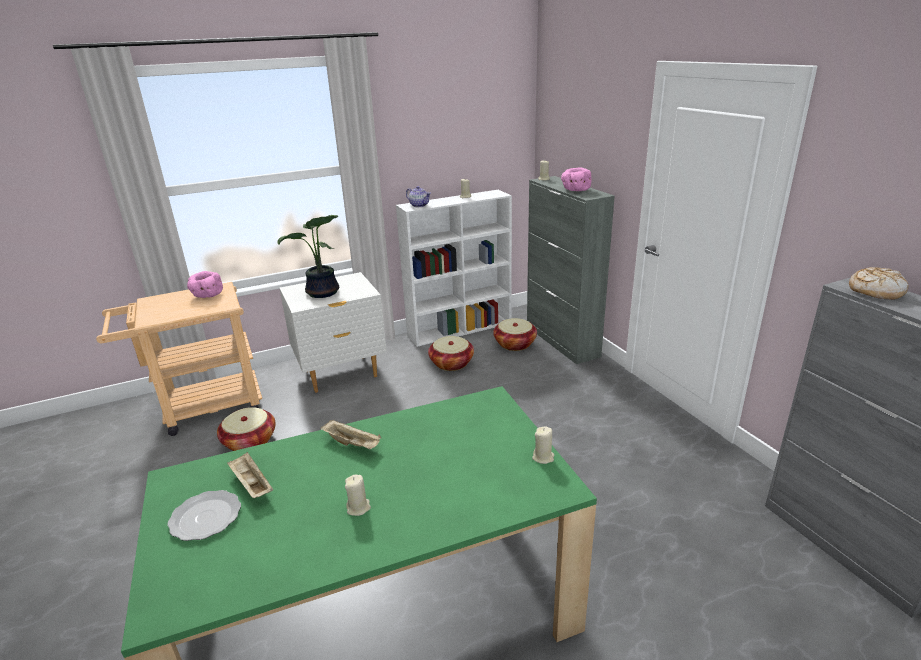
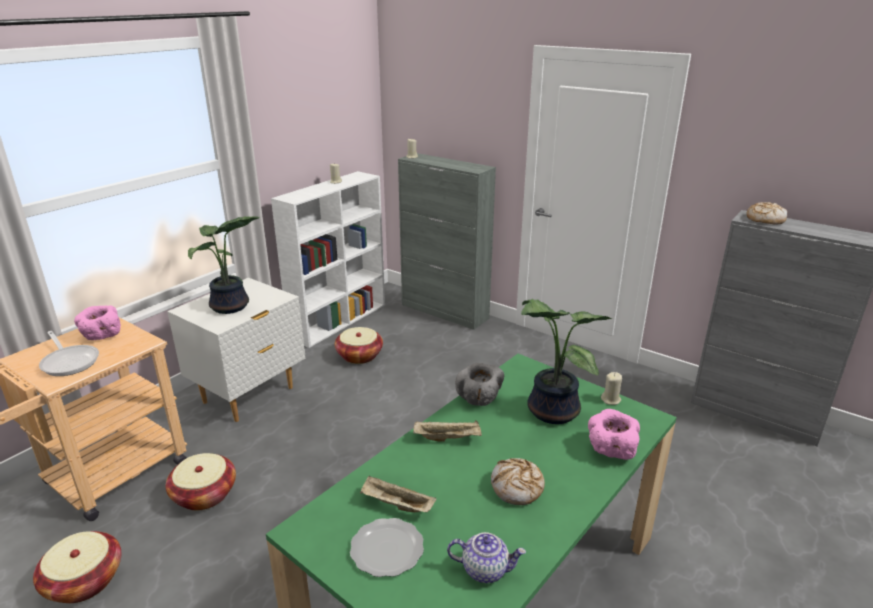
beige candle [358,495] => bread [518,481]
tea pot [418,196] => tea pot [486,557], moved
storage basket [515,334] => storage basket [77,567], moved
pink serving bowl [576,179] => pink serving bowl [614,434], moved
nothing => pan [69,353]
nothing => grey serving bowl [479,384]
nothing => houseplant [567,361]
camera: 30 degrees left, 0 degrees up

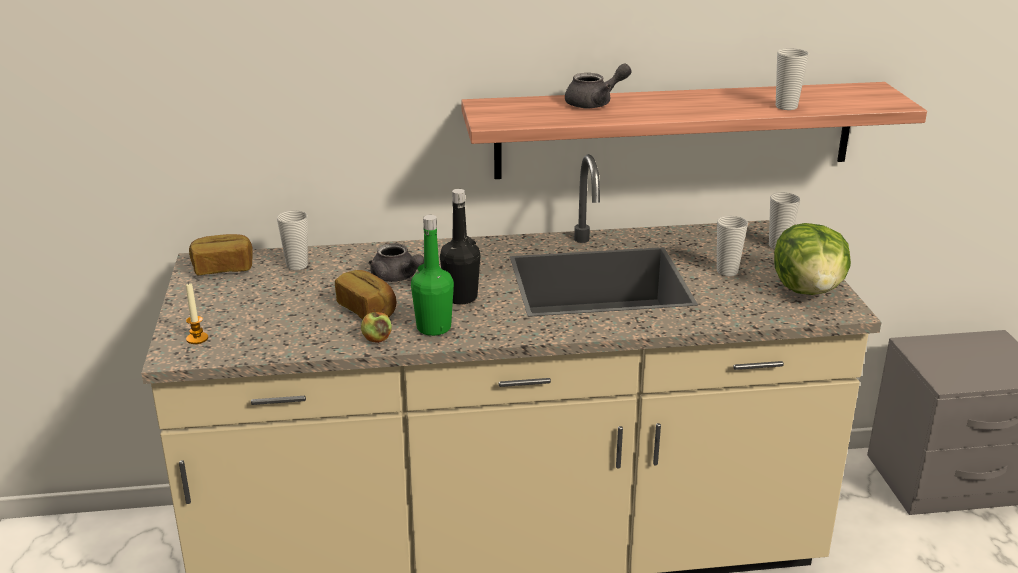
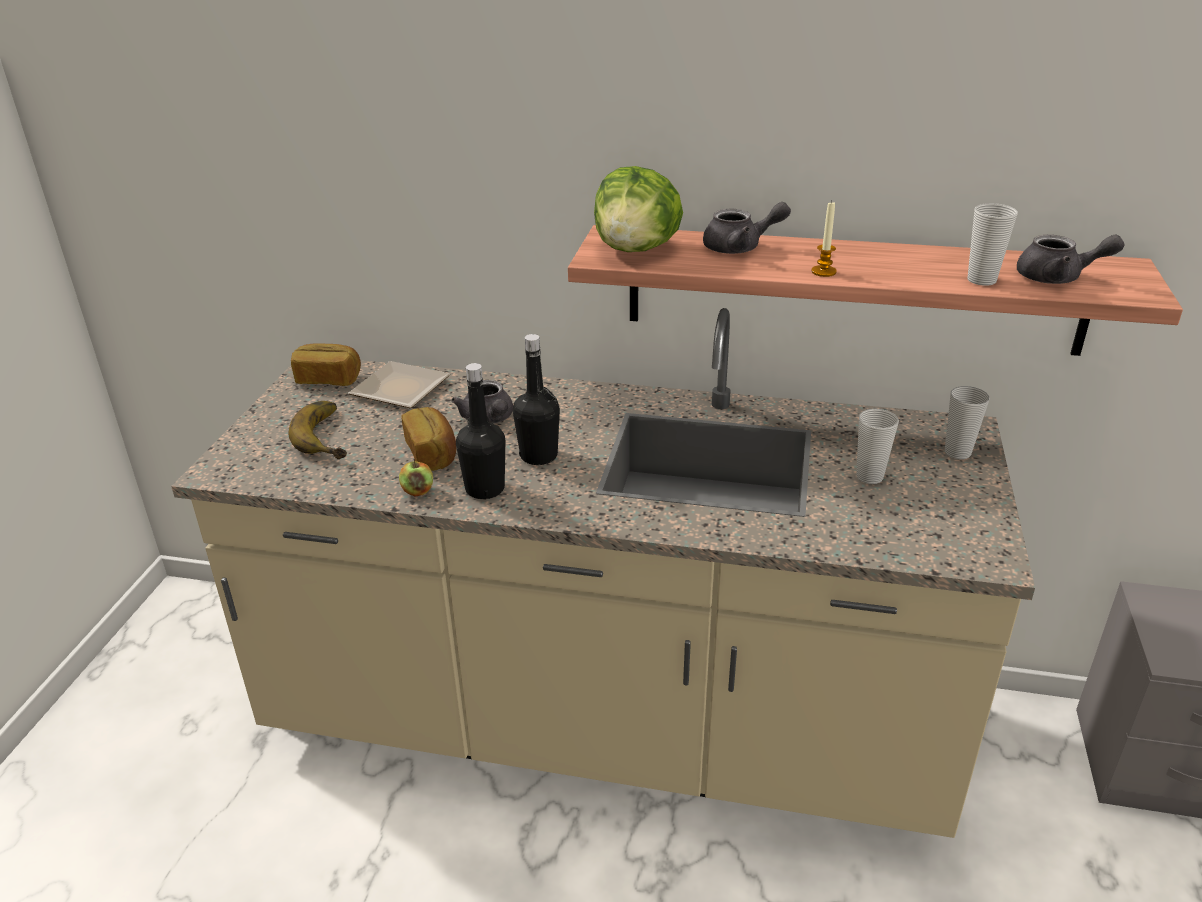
candle [197,313] => candle [824,239], moved
small cup [292,240] => dinner plate [399,384]
green beverage bottle [432,275] => black beverage bottle [480,431]
lettuce head [812,259] => lettuce head [638,209], moved
nothing => banana fruit [317,430]
nothing => grey tea pot [1071,259]
camera: 20 degrees right, 5 degrees up

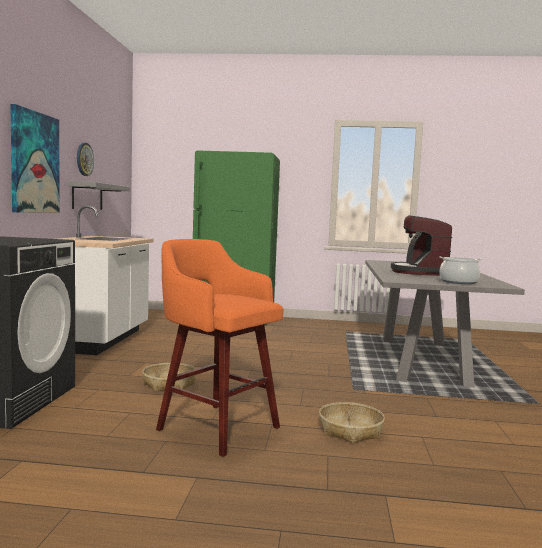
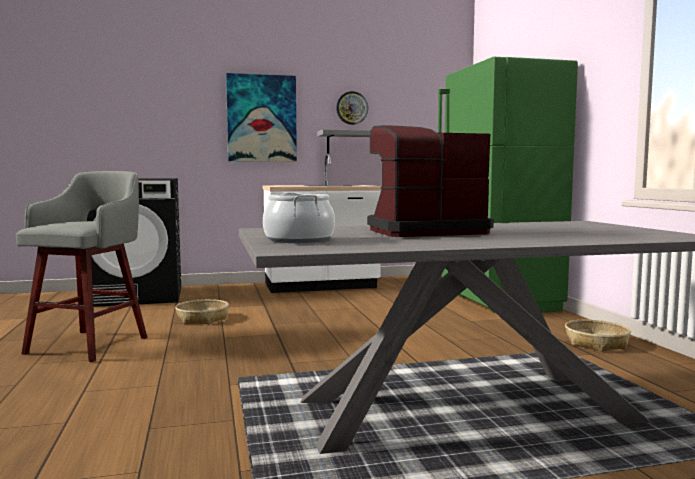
orangey stool [220,348] => grey stool [81,266]
storage basket [352,423] => storage basket [598,336], moved
camera: 70 degrees right, 0 degrees up

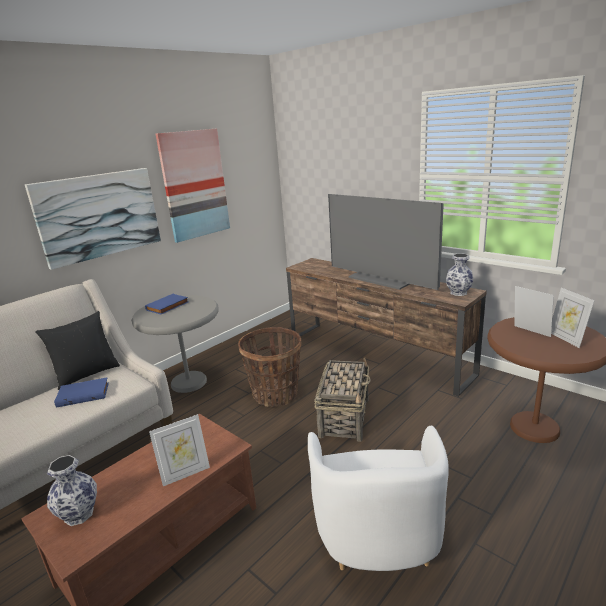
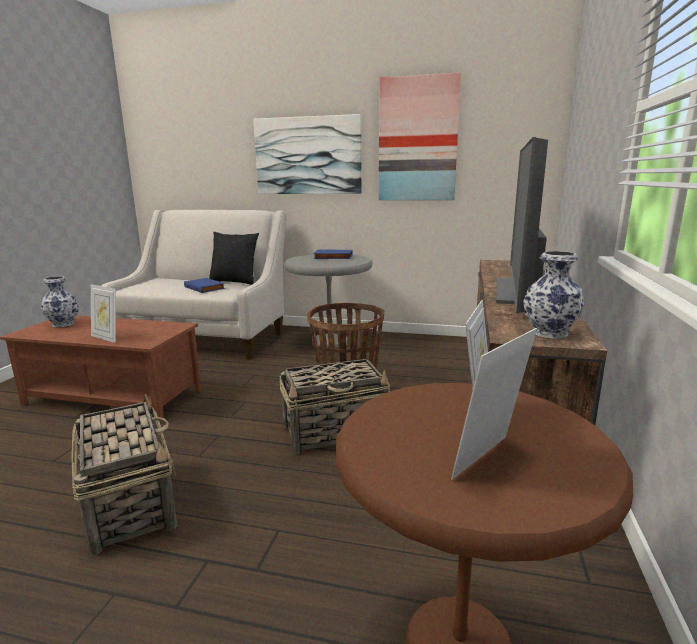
whitish armchair [378,498] => storage basket [124,475]
camera: 60 degrees right, 5 degrees down

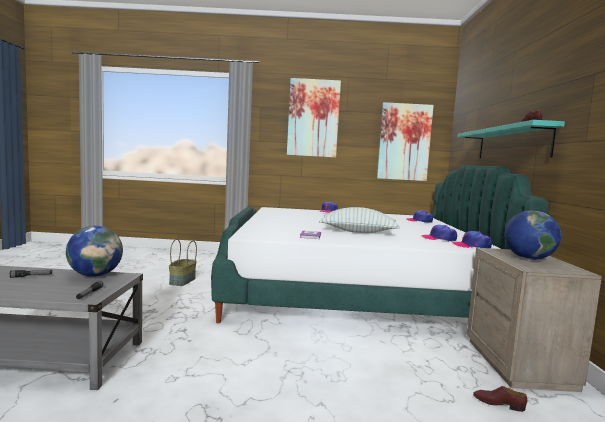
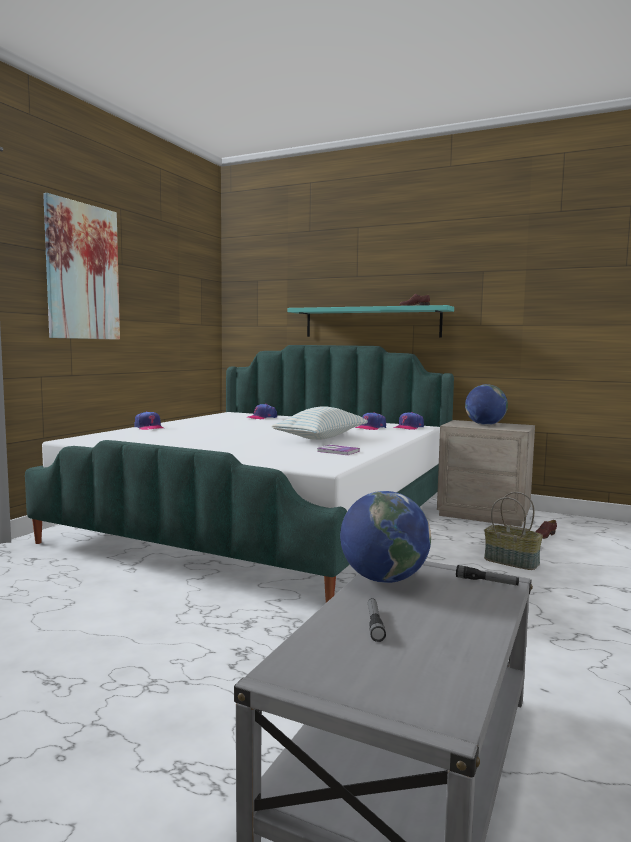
storage basket [183,262] => storage basket [513,531], moved
wall art [405,141] => nothing
camera: 65 degrees left, 0 degrees up

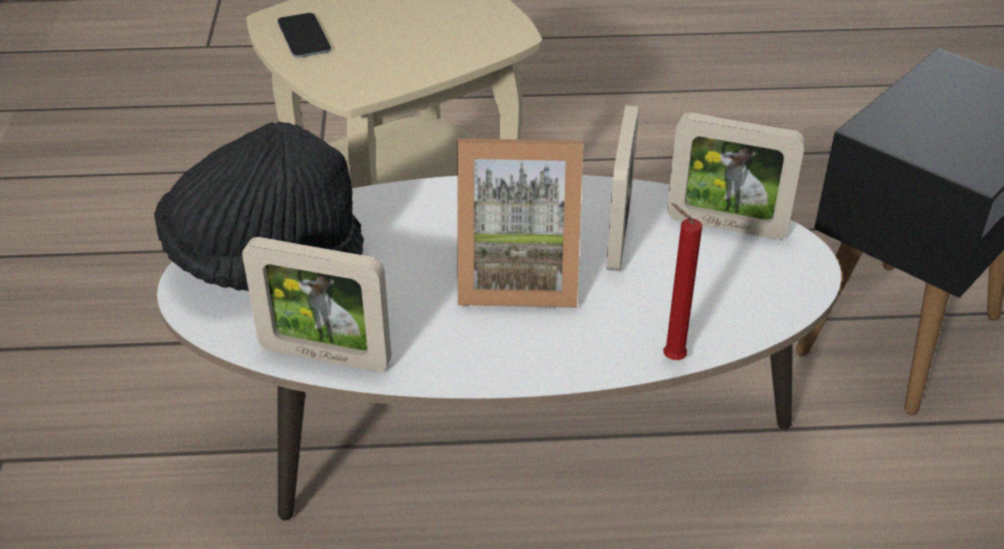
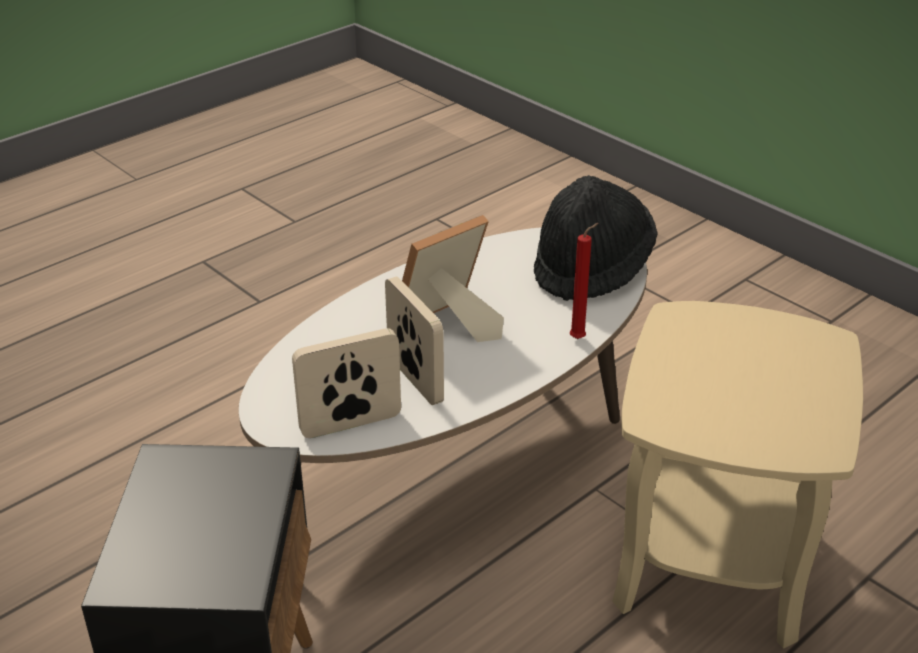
picture frame [316,304] => nothing
phone [304,35] => nothing
reddish candle [682,281] => reddish candle [584,281], moved
camera: 140 degrees right, 5 degrees down

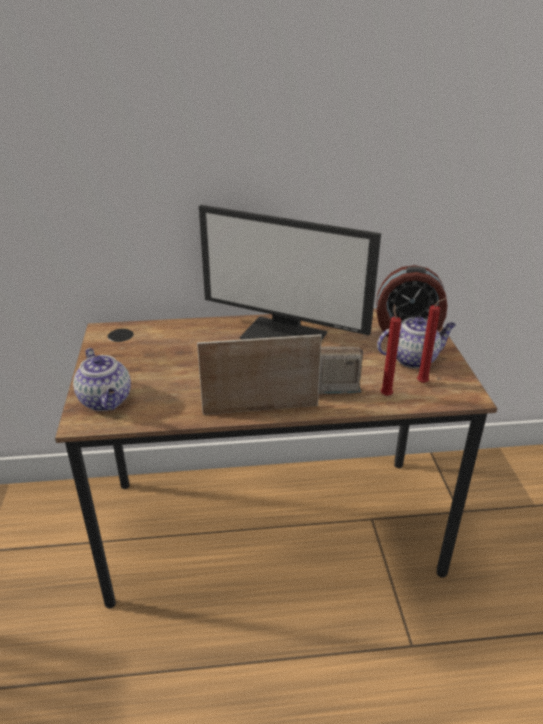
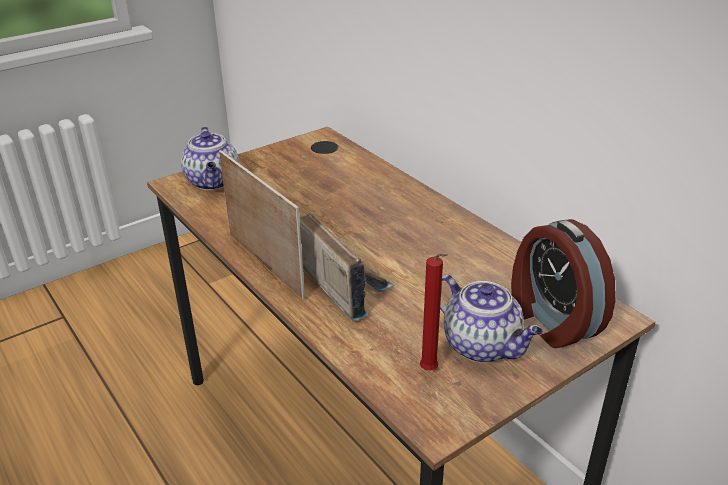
tea pot [102,379] => tea pot [210,158], 45 degrees counterclockwise
computer screen [290,273] => nothing
reddish candle [391,350] => nothing
camera: 60 degrees right, 0 degrees up

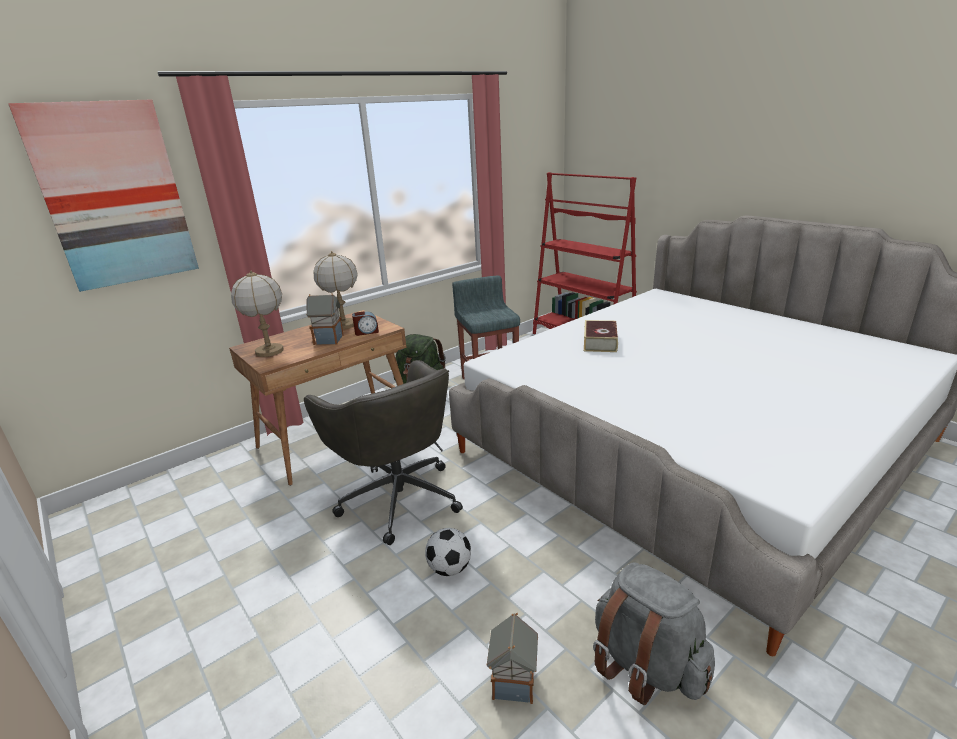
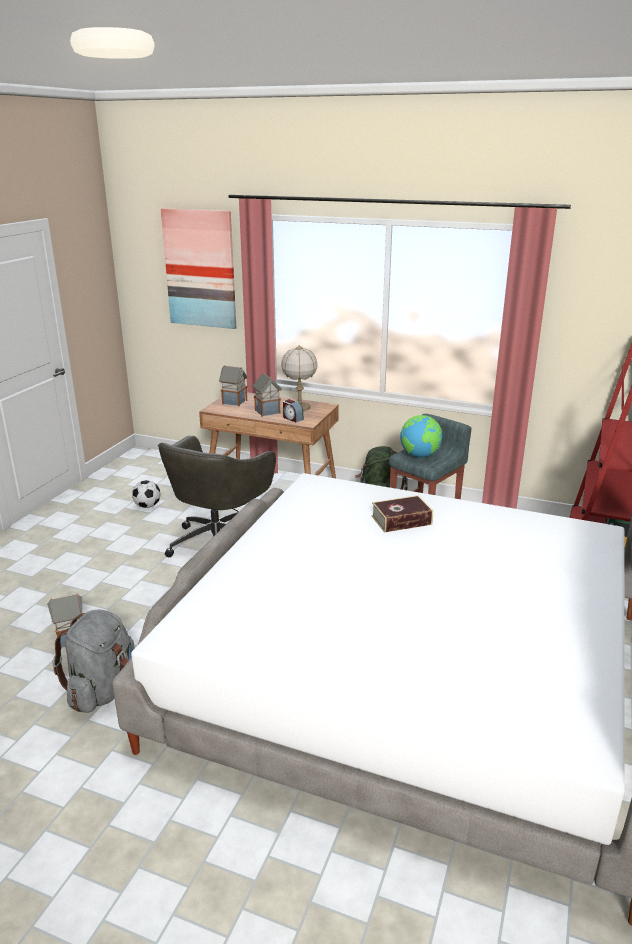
table lamp [257,314] => miniature house [233,385]
football ball [448,552] => football ball [146,494], moved
nothing => desk globe [421,436]
camera: 60 degrees right, 0 degrees up

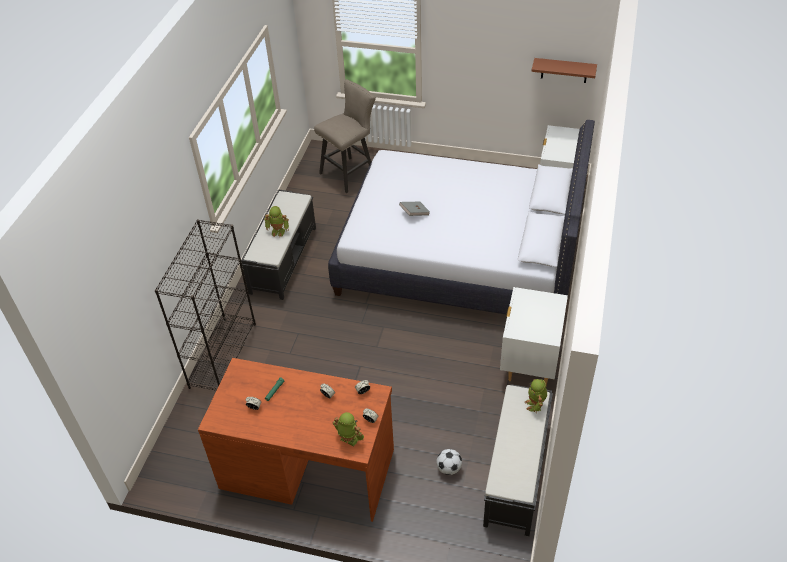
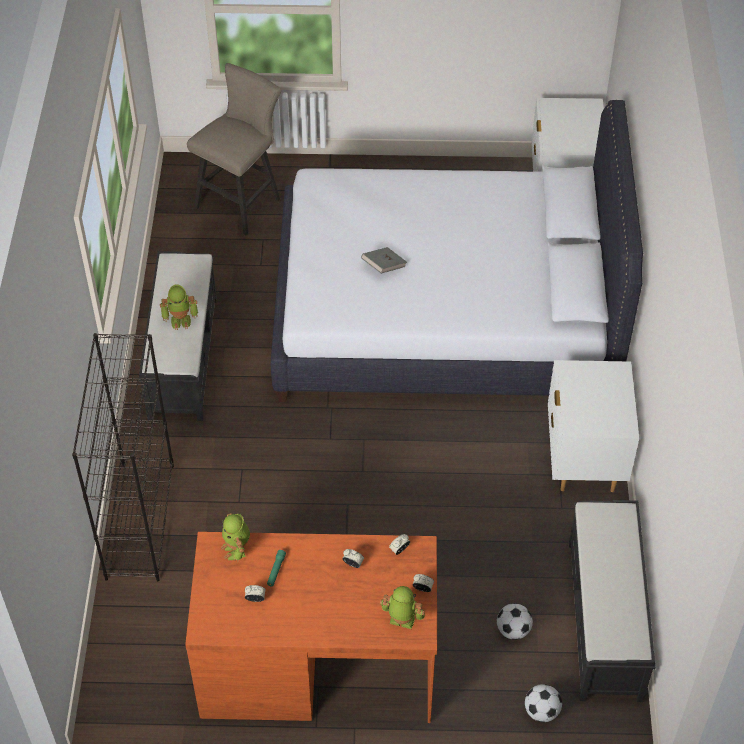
model robot [536,396] => model robot [235,538], moved
brownish wall shelf [564,70] => nothing
nothing => football ball [543,703]
camera: 15 degrees left, 5 degrees up

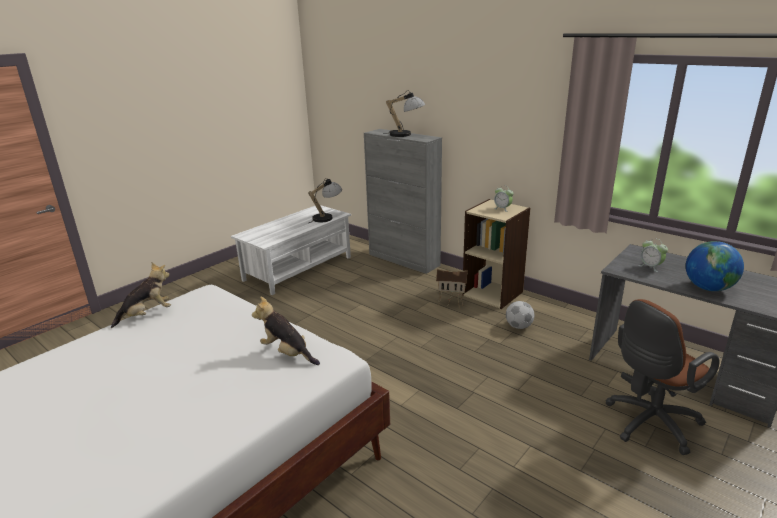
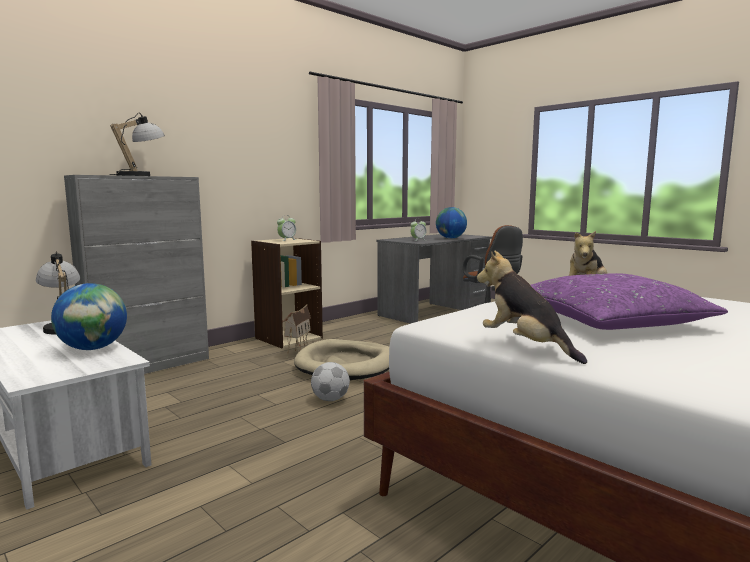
football ball [520,315] => football ball [330,381], moved
nothing => desk globe [89,316]
nothing => beige dog bed [341,359]
nothing => purplish cushion [629,301]
camera: 85 degrees left, 15 degrees down

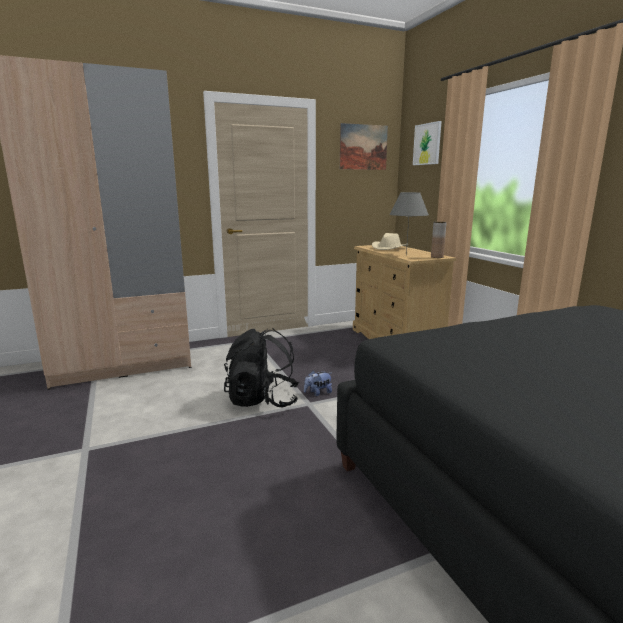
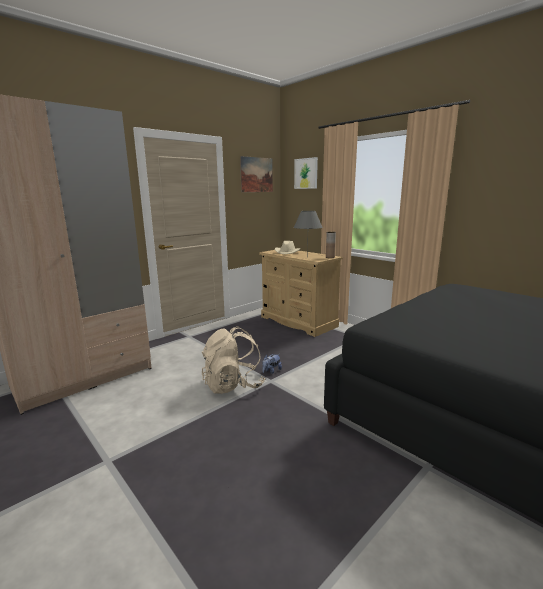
black backpack [261,367] => beige backpack [233,360]
camera: 20 degrees left, 0 degrees up

